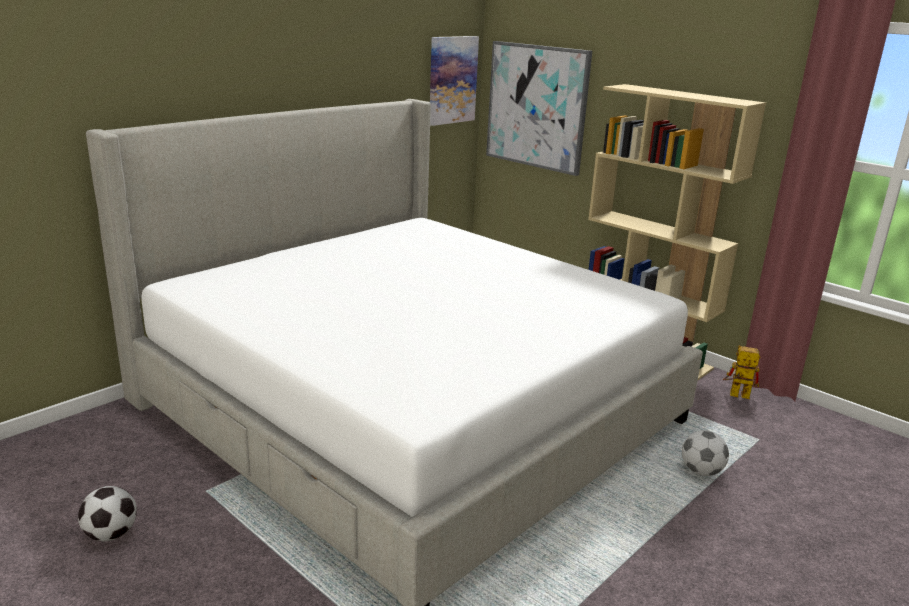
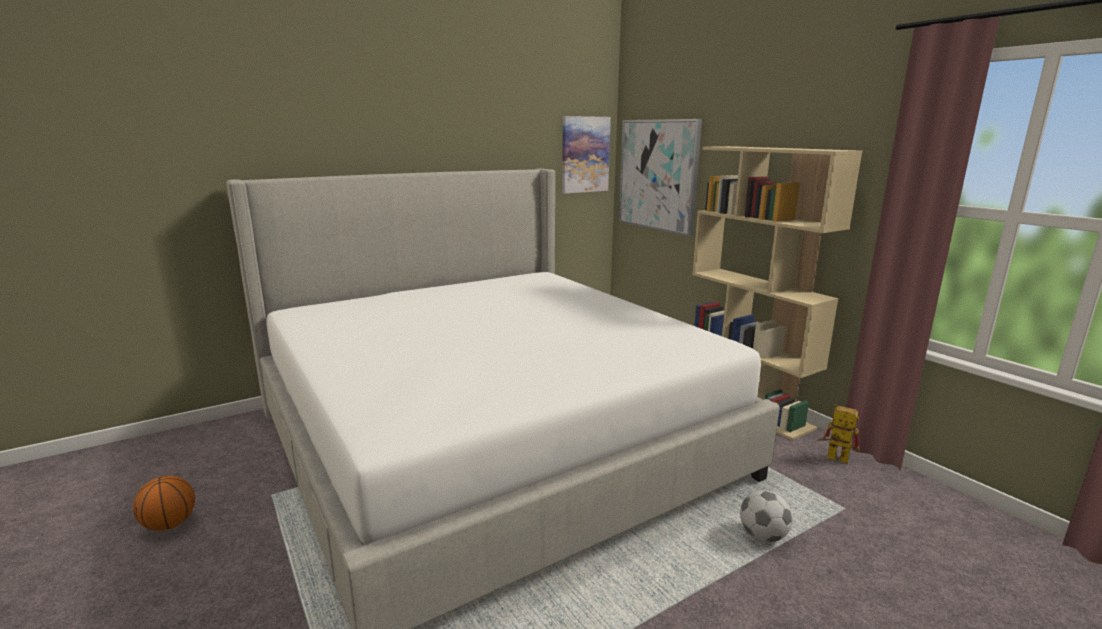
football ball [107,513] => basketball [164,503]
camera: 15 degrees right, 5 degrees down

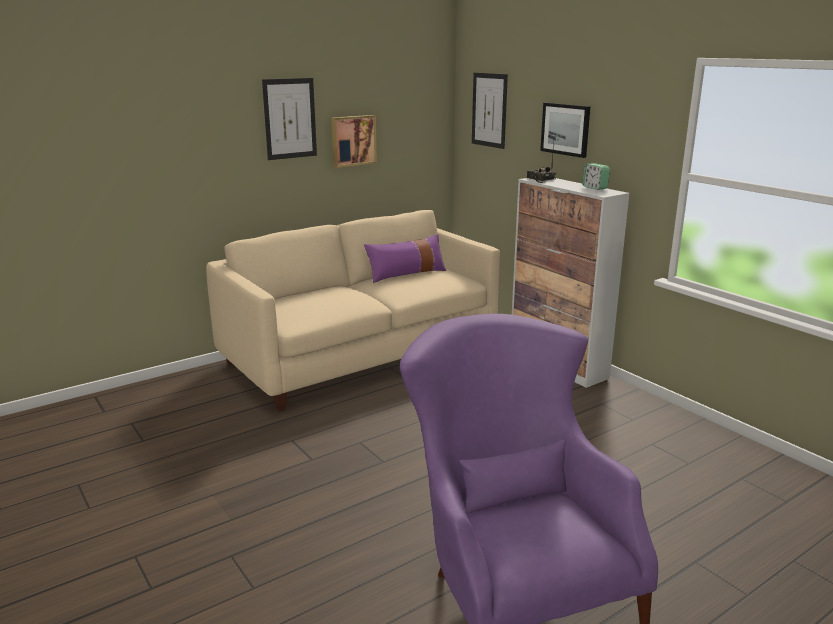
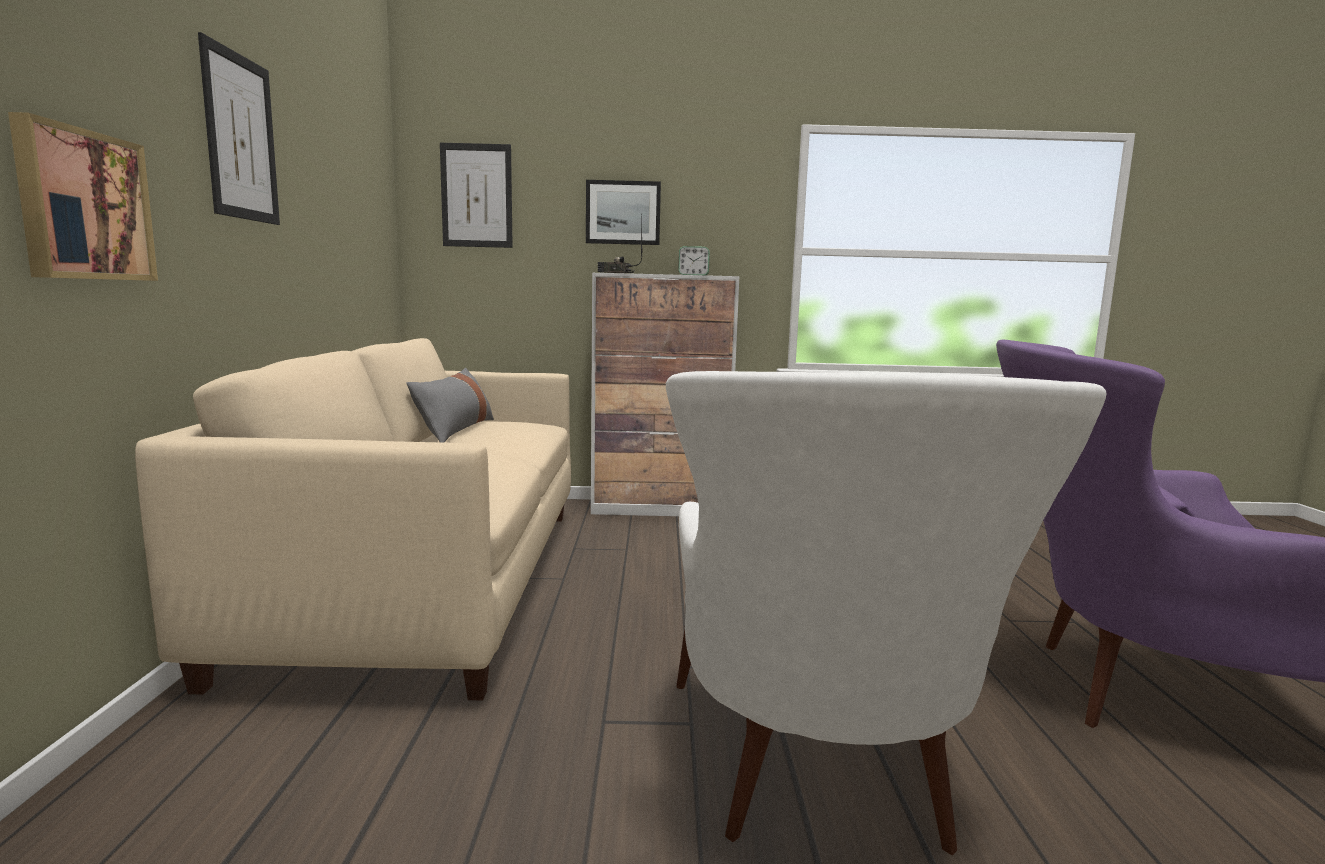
wall art [354,141] => wall art [83,196], moved
purplish cushion [405,258] => grey cushion [450,405]
nothing => whitish armchair [886,613]
camera: 55 degrees left, 10 degrees down

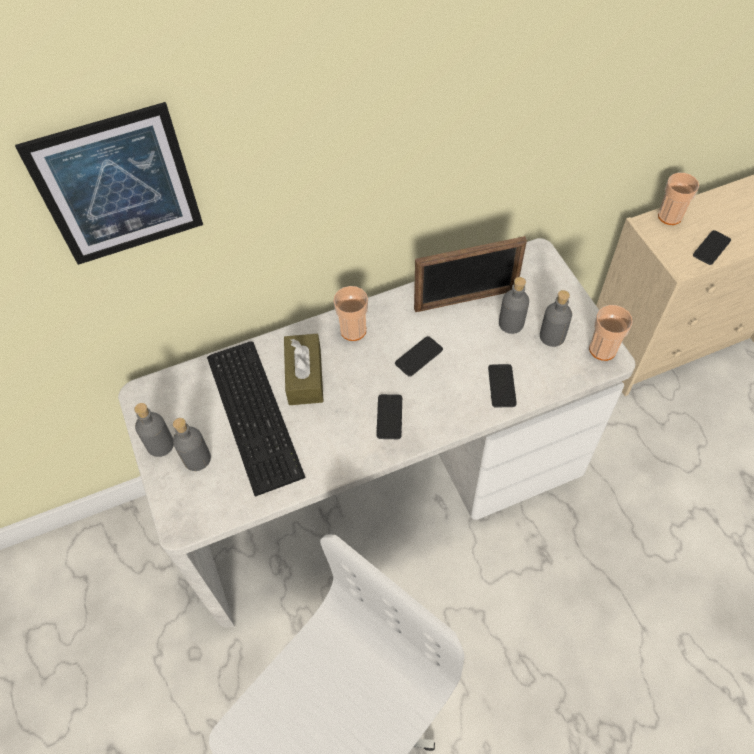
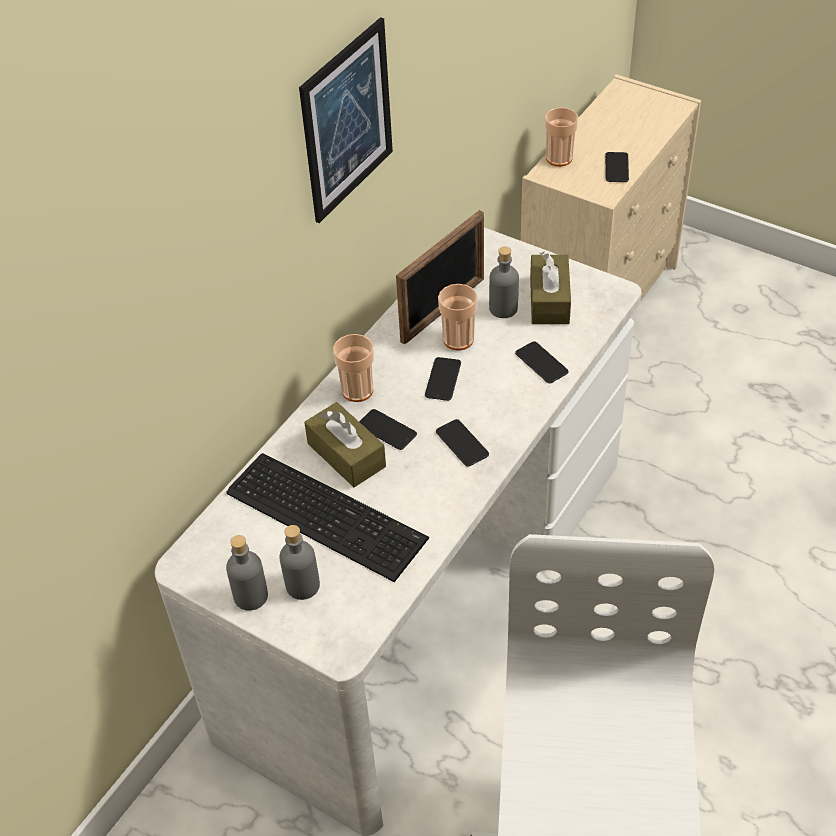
wall art [109,183] => wall art [346,120], moved
grey beverage bottle [556,318] => brownish tissue holder [550,288]
small cup [611,333] => small cup [458,317], moved
nothing => phone [388,429]
camera: 35 degrees left, 10 degrees down

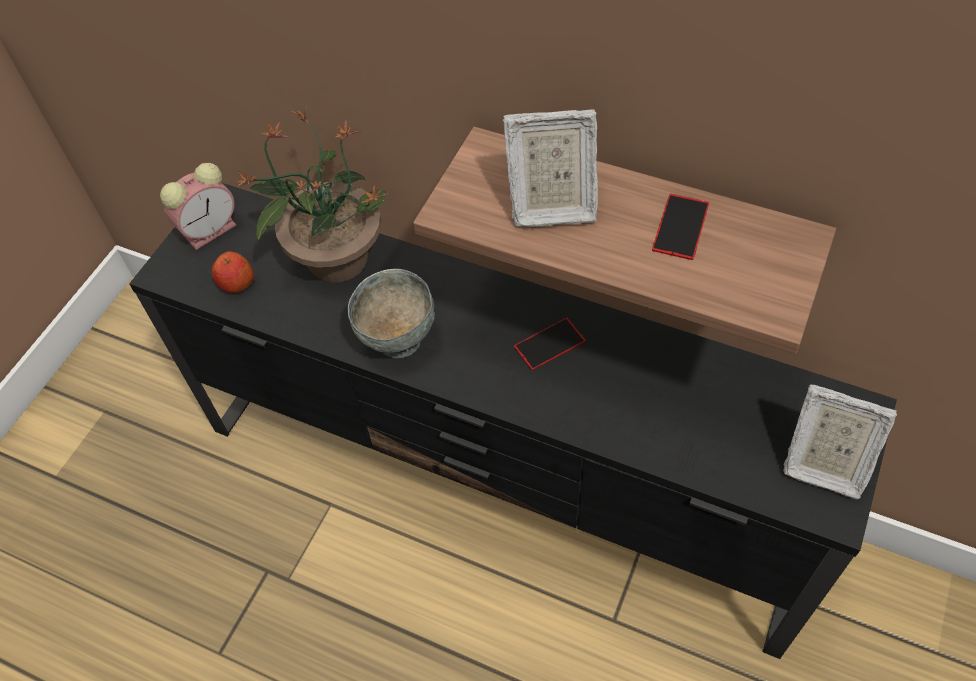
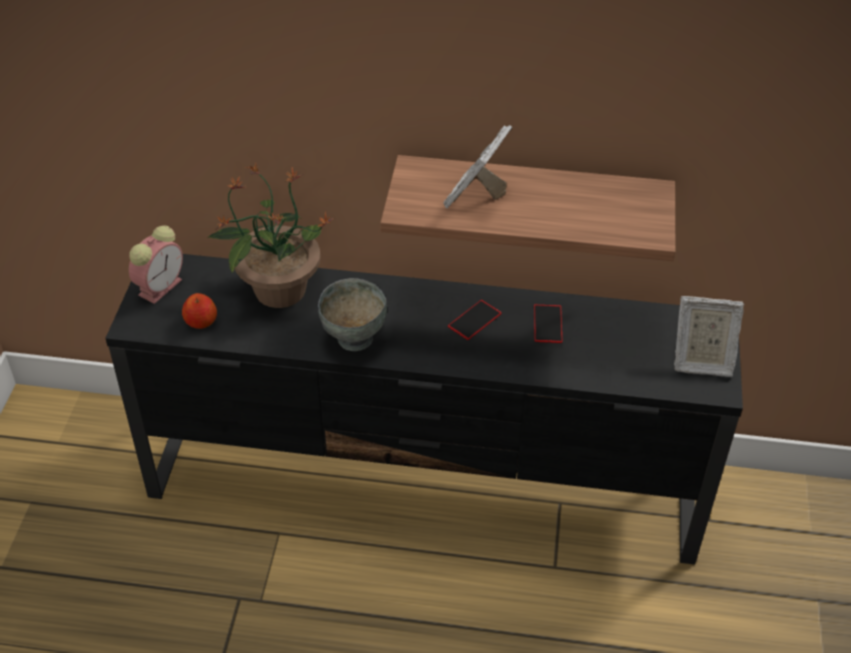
picture frame [550,168] => picture frame [477,166], 135 degrees clockwise
phone [680,227] => phone [548,323], moved
camera: 20 degrees left, 10 degrees down

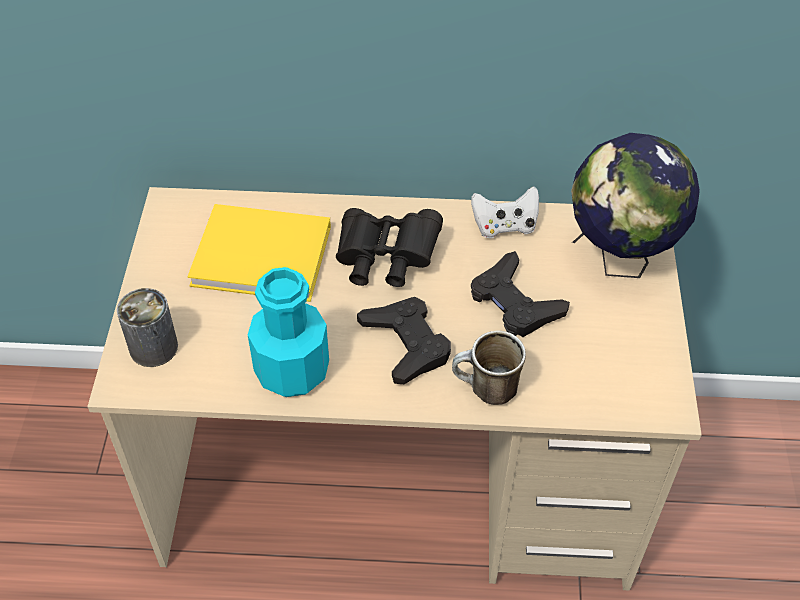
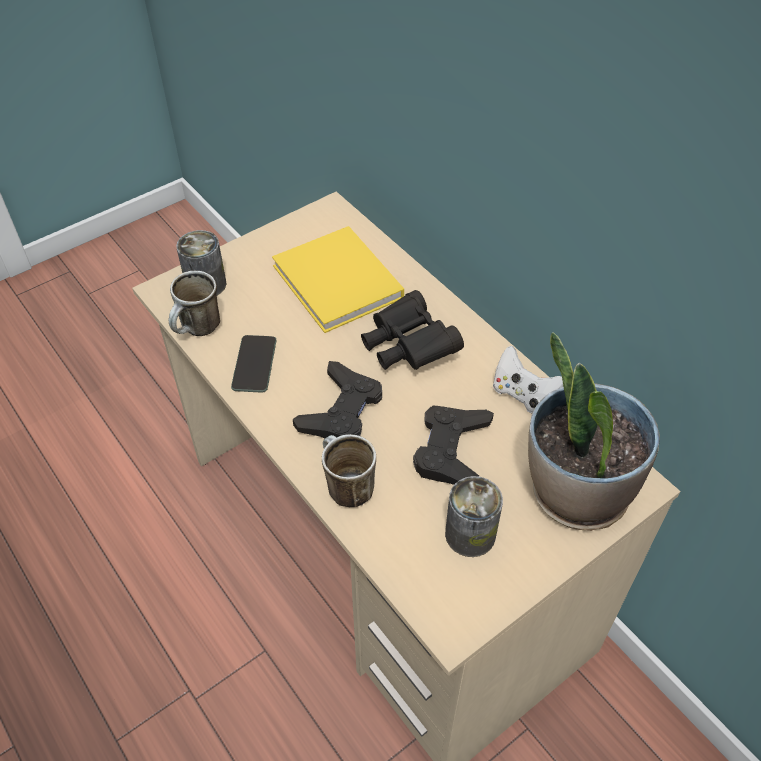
blue-green beverage bottle [288,332] => phone [254,364]
desk globe [635,205] => houseplant [594,431]
nothing => tea mug [194,303]
nothing => metal can [474,516]
camera: 50 degrees right, 0 degrees up

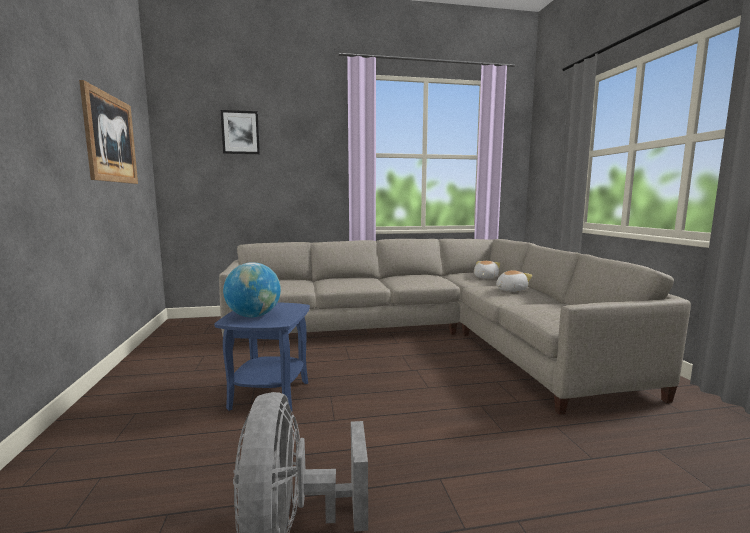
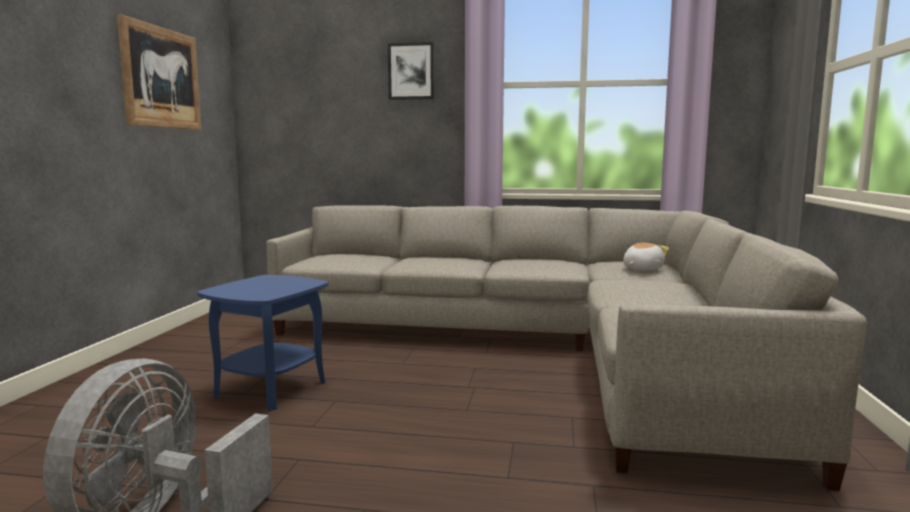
wall art [240,132] => wall art [411,71], moved
desk globe [252,289] => nothing
soft toy [514,281] => nothing
camera: 20 degrees right, 0 degrees up

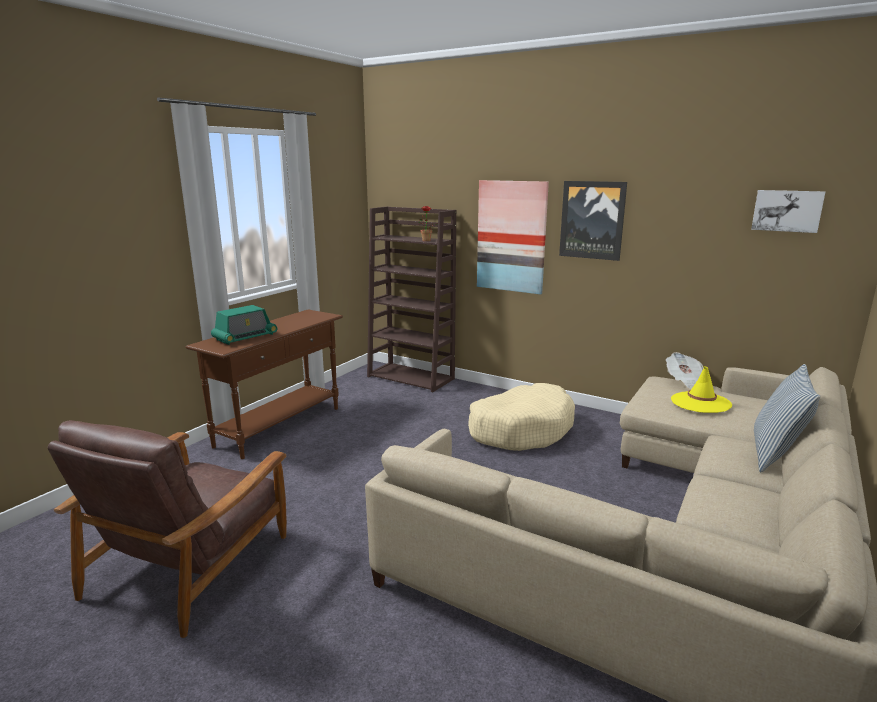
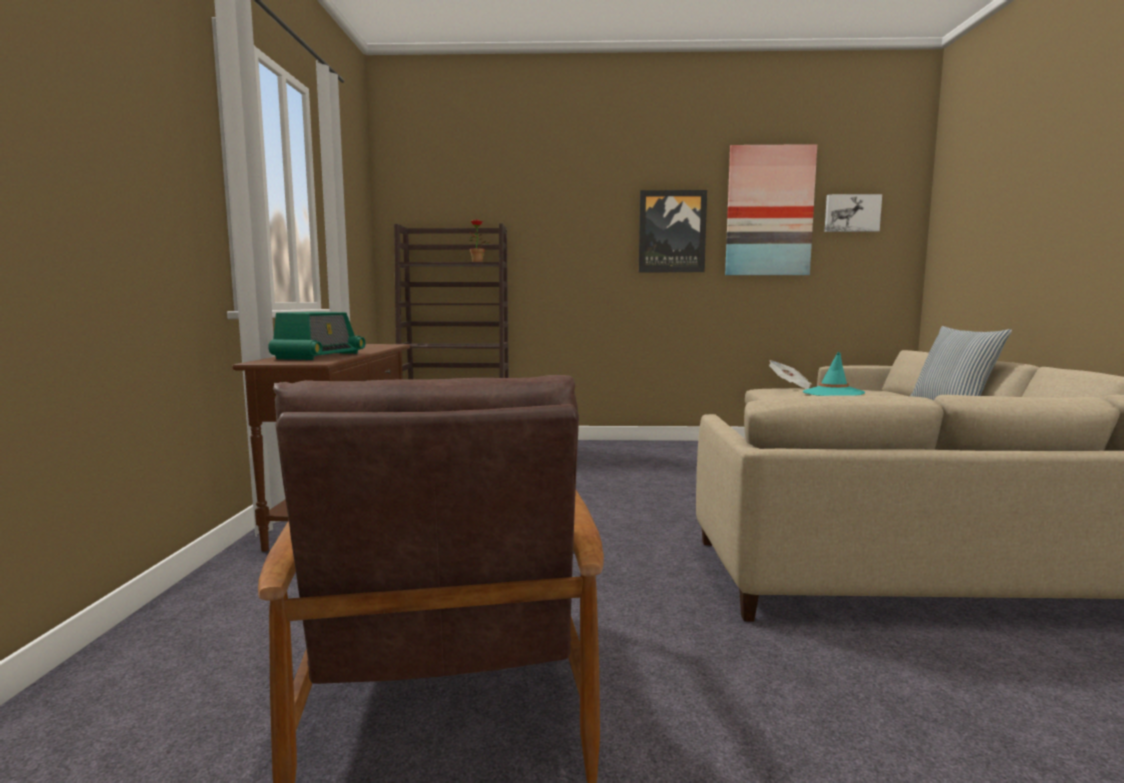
beige dog bed [521,417] => nothing
wall art [513,237] => wall art [771,209], moved
yellowish wearable hat [701,389] => blue-green wearable hat [834,373]
camera: 30 degrees left, 10 degrees down

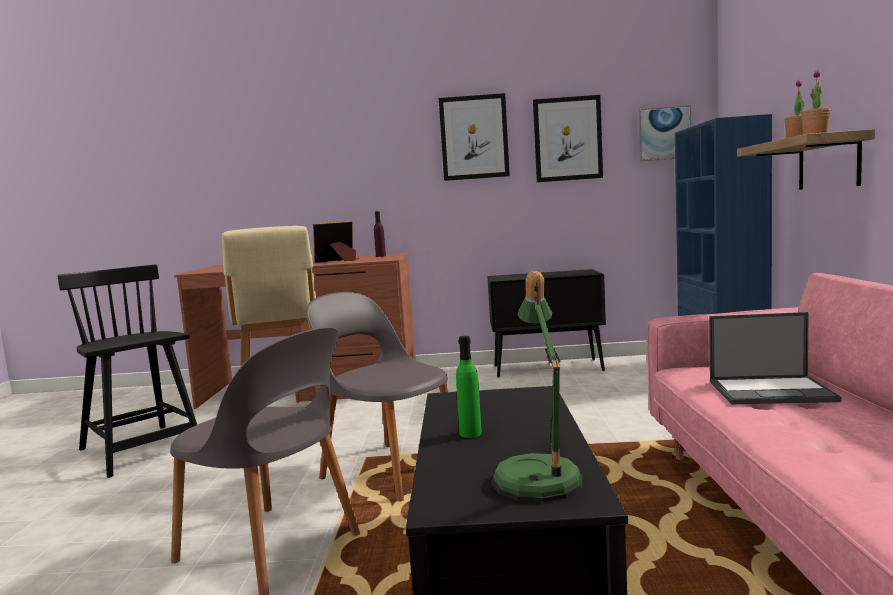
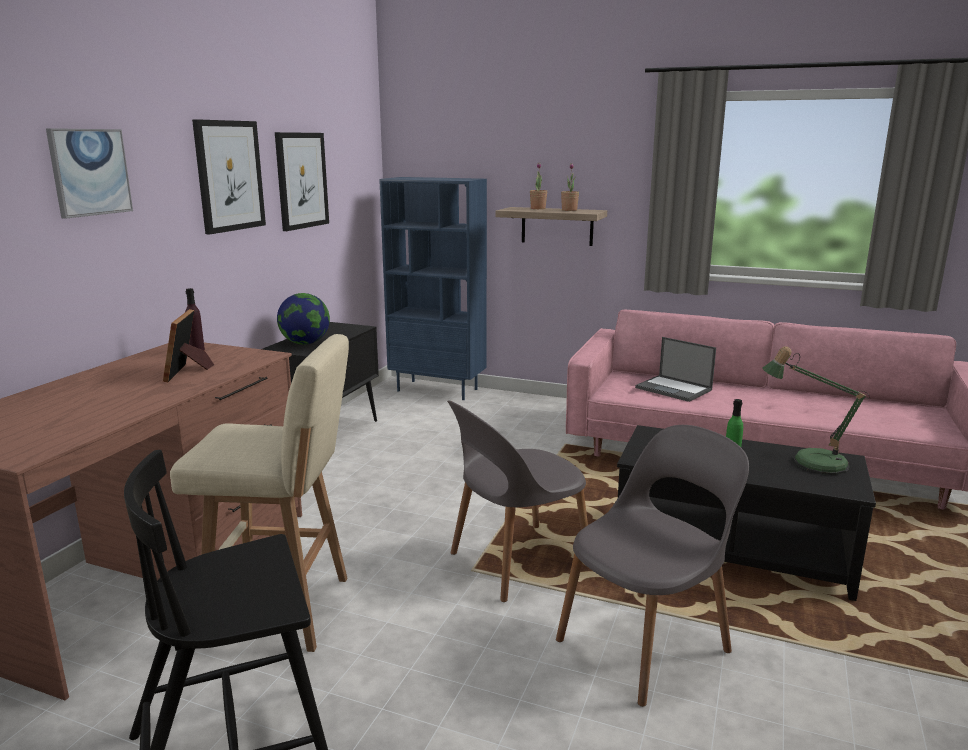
wall art [664,133] => wall art [89,173], moved
portable computer [775,358] => portable computer [675,369], 105 degrees clockwise
nothing => desk globe [303,319]
camera: 70 degrees left, 10 degrees up

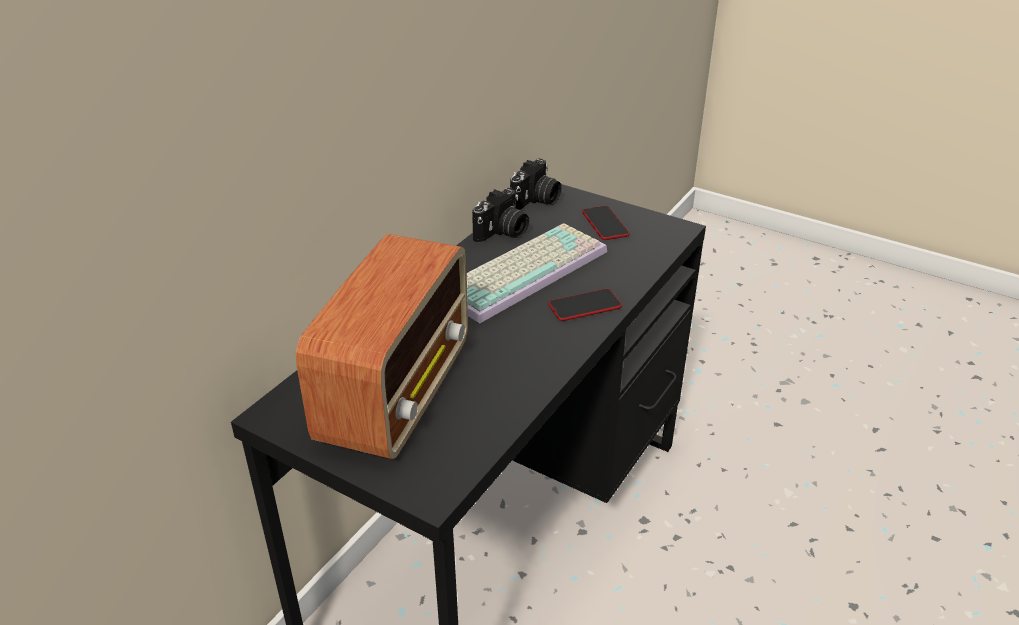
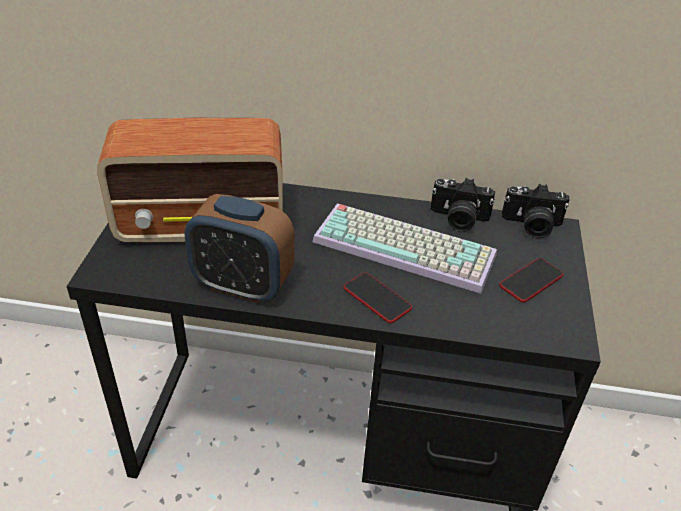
nothing => bedside clock [240,248]
camera: 65 degrees right, 5 degrees up

